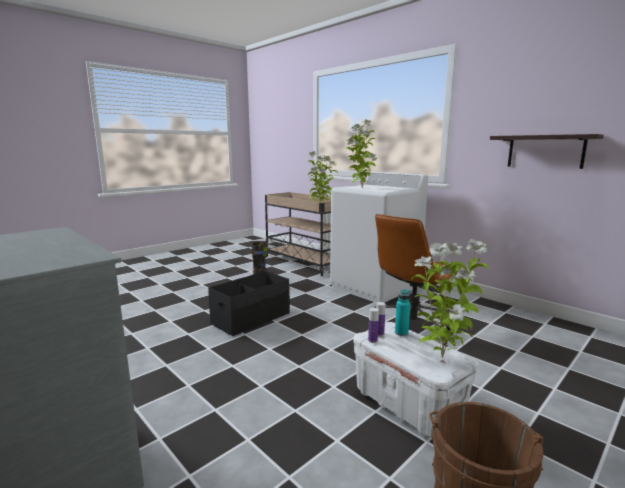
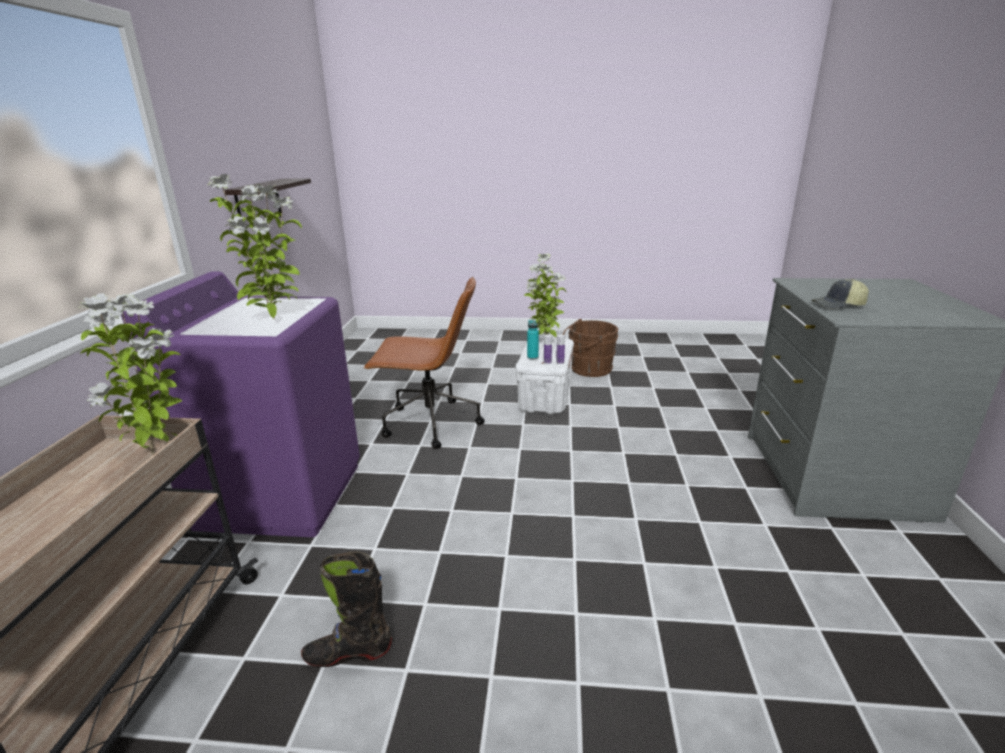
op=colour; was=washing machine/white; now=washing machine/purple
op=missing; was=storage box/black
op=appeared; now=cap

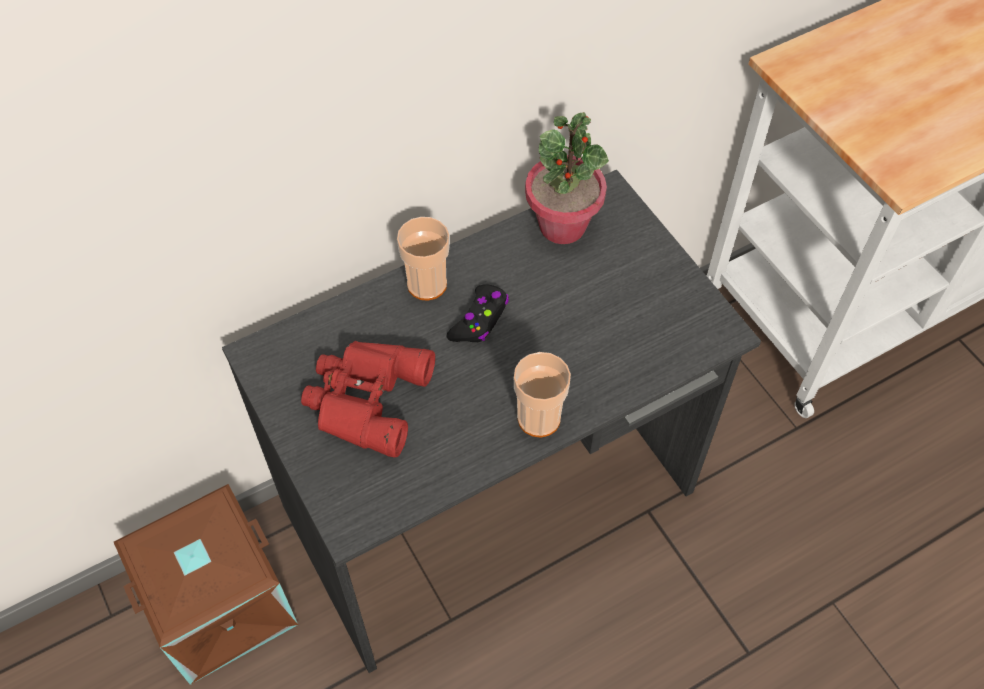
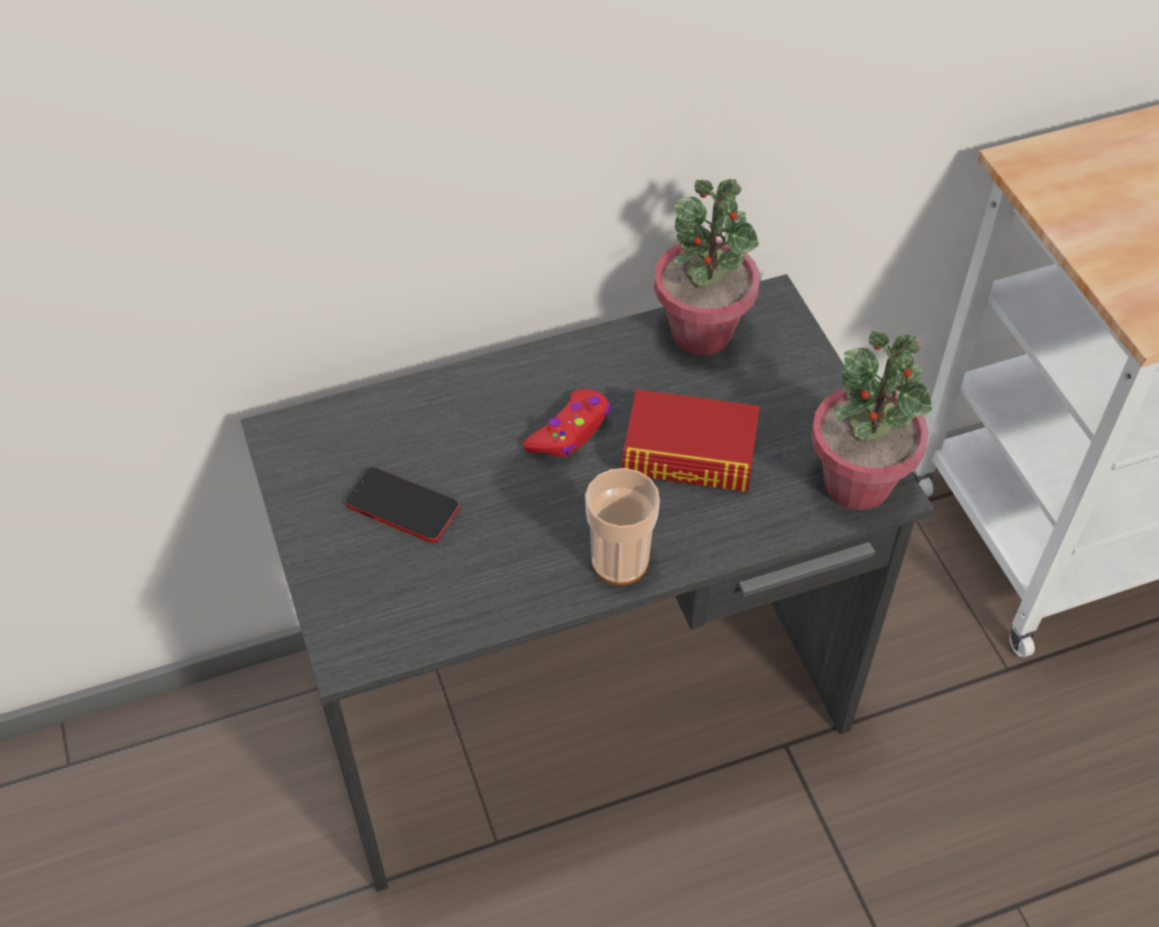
op=missing; was=cup (no. 1 from left)
op=colour; was=game controller/black; now=game controller/red
op=exchanged; was=binoculars/red; now=phone
op=missing; was=storage box/brown
op=appeared; now=potted plant (no. 2 from left)
op=appeared; now=book

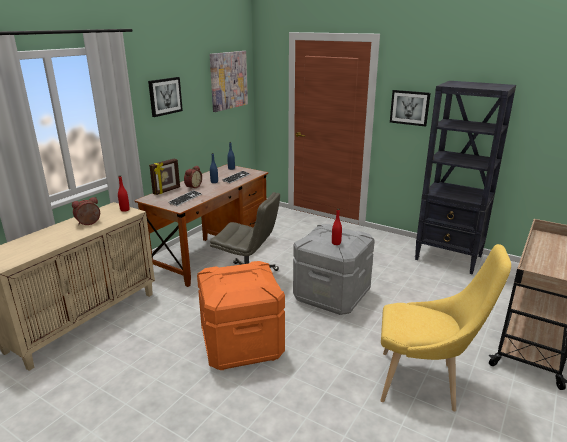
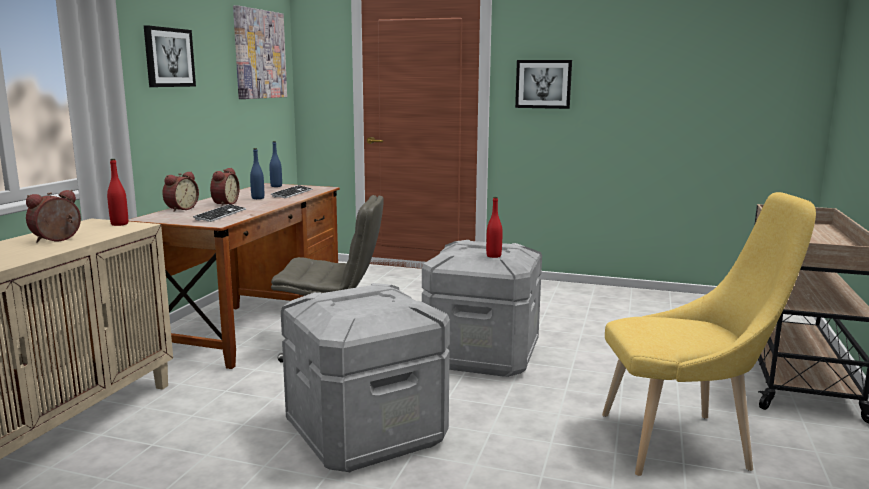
op=missing; was=bookcase/black
op=exchanged; was=picture frame; now=alarm clock (no. 2 from left)
op=colour; was=storage box/orange; now=storage box/grey (no. 1 from left)

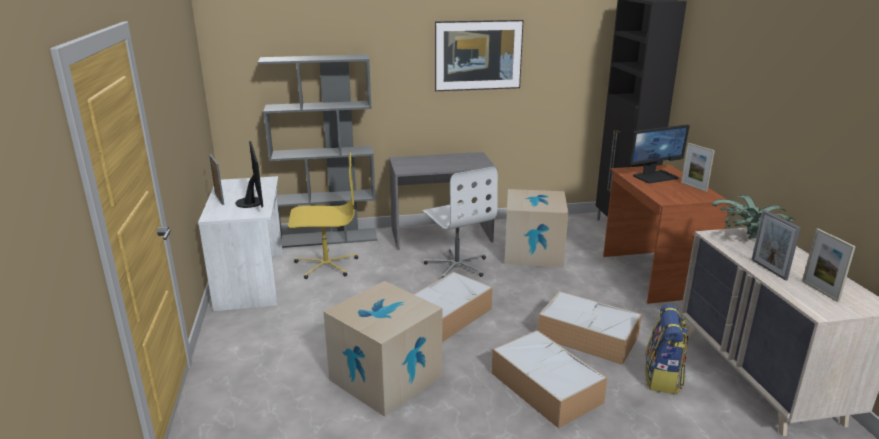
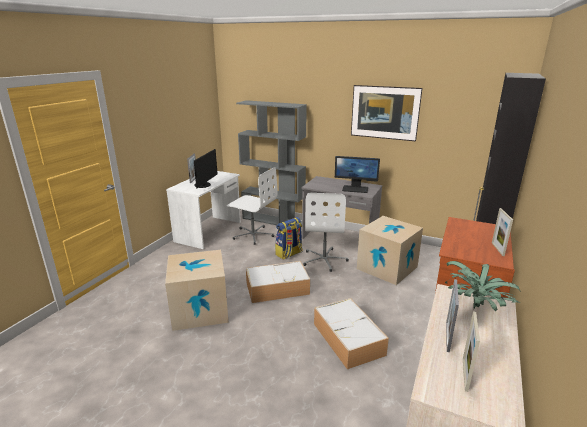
op=relocated; was=monitor (no. 2 from left)
op=colour; was=office chair/yellow; now=office chair/white (no. 1 from left)
op=relocated; was=backpack
op=missing; was=storage box (no. 2 from left)

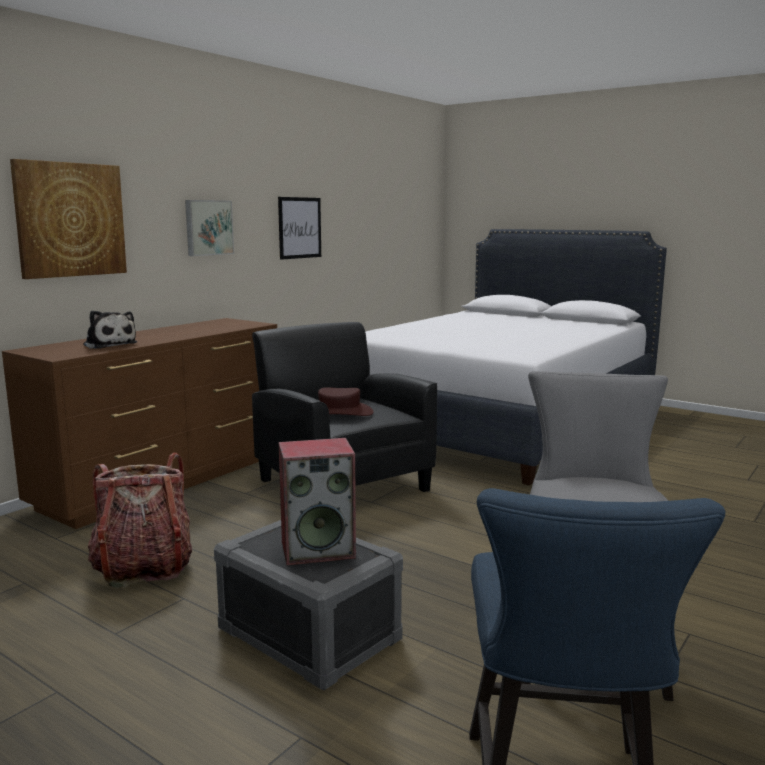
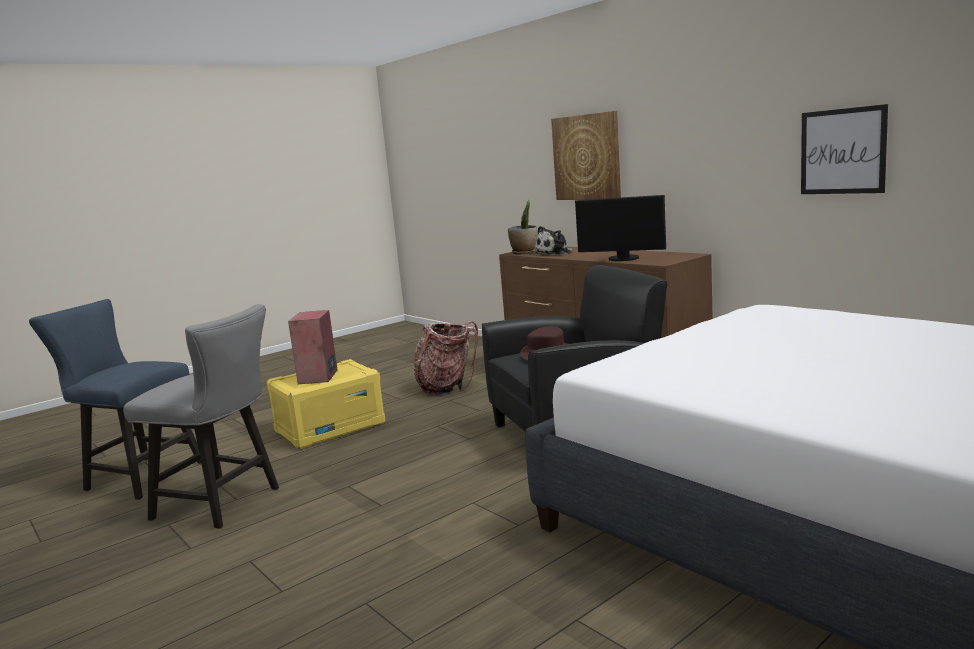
op=missing; was=picture (no. 2 from left)
op=colour; was=storage box/grey; now=storage box/yellow
op=appeared; now=monitor
op=appeared; now=potted plant

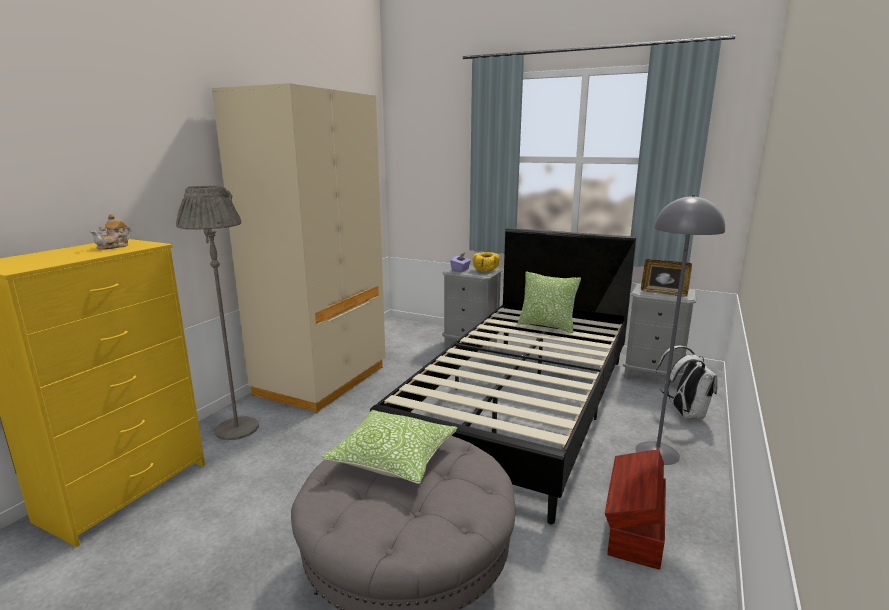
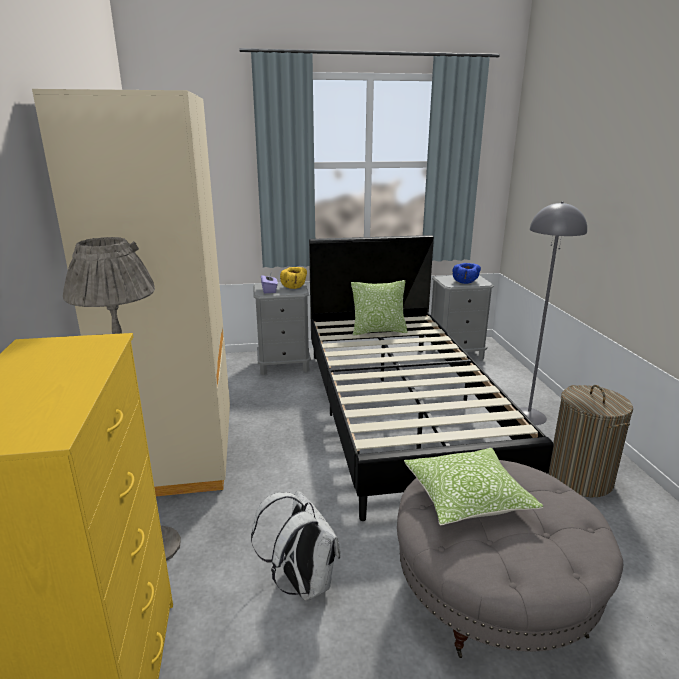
op=missing; was=teapot
op=exchanged; was=picture frame; now=bowl/blue
op=relocated; was=backpack/white
op=exchanged; was=storage box/brown; now=laundry basket

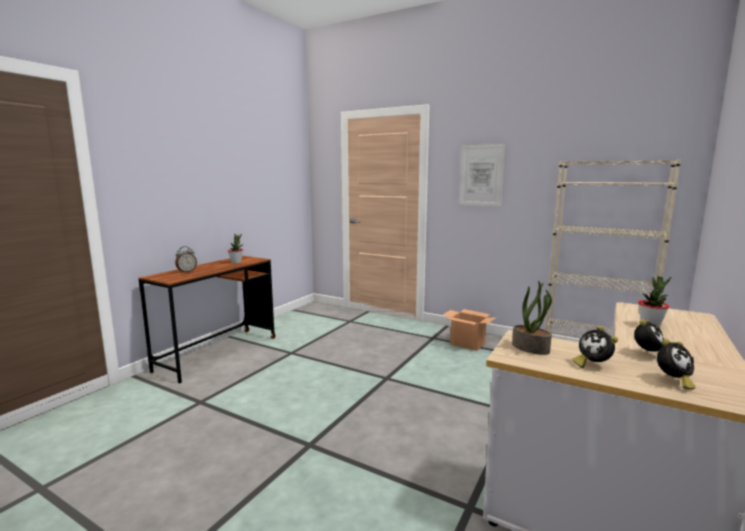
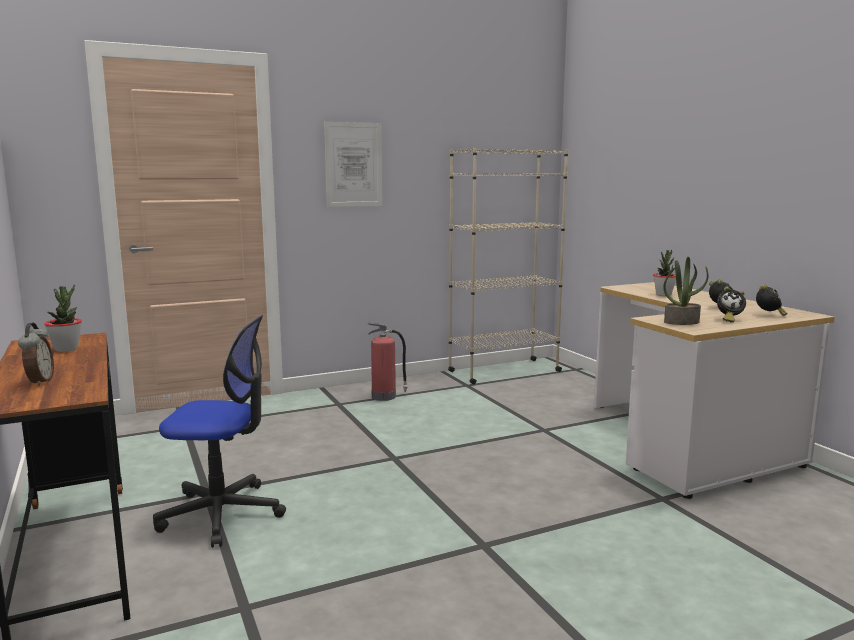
op=exchanged; was=cardboard box; now=fire extinguisher
op=appeared; now=office chair

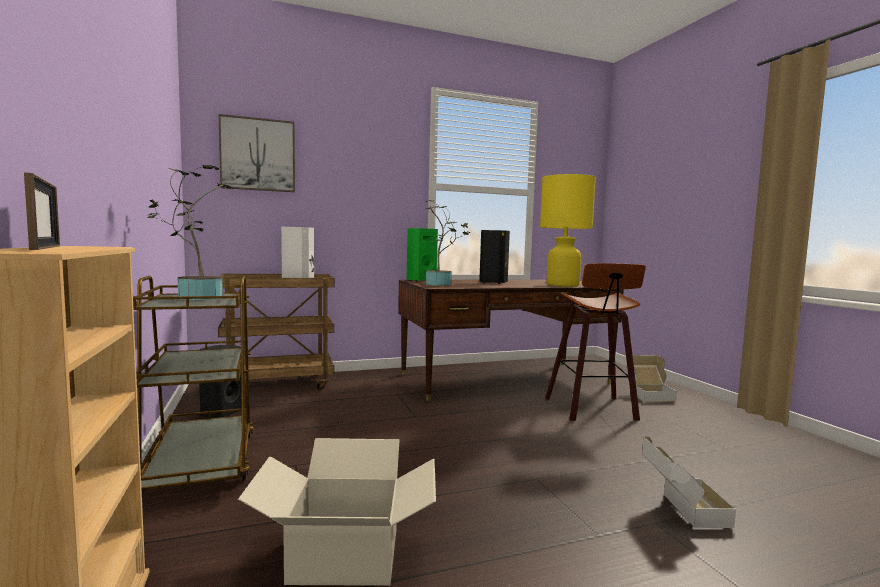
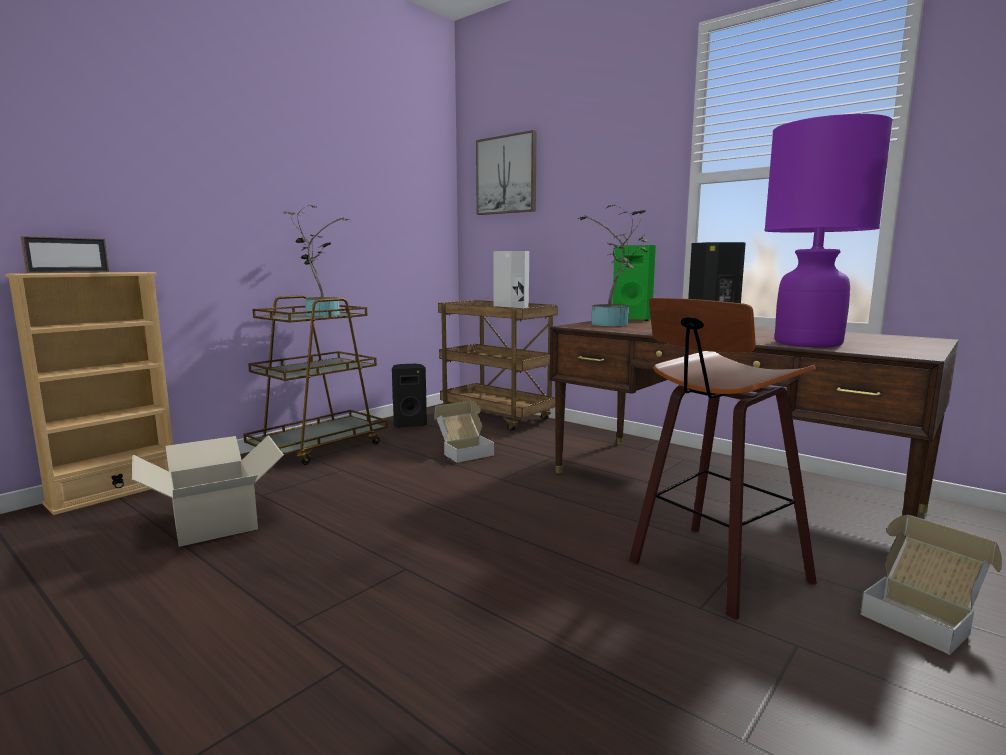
op=colour; was=table lamp/yellow; now=table lamp/purple
op=relocated; was=cardboard box (no. 3 from left in the first image); now=cardboard box (no. 2 from left)

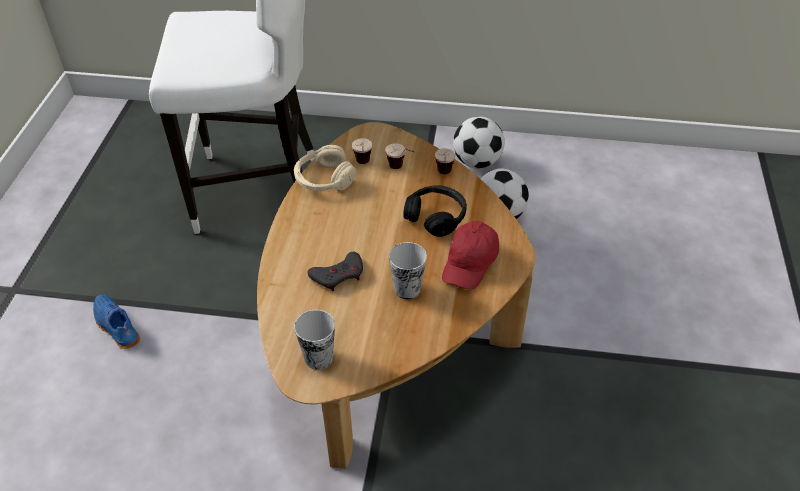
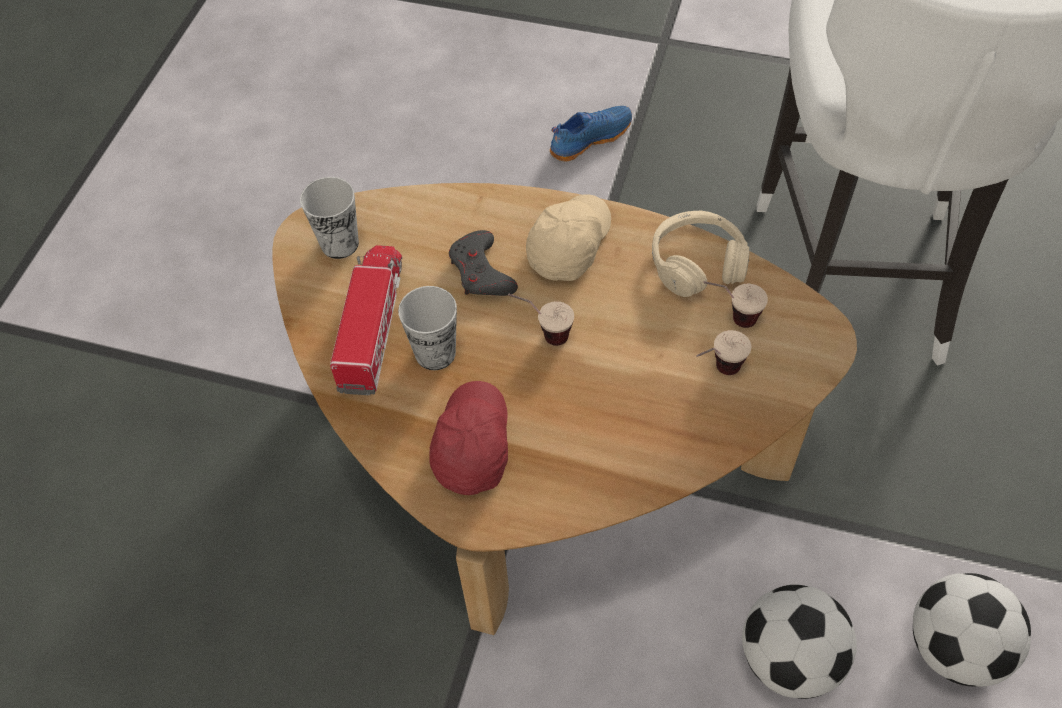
op=relocated; was=cup (no. 5 from left in the first image); now=cup (no. 3 from left)
op=missing; was=headphones/black
op=spun; was=cap/red; clockwise=60
op=appeared; now=cap/beige
op=appeared; now=toy truck

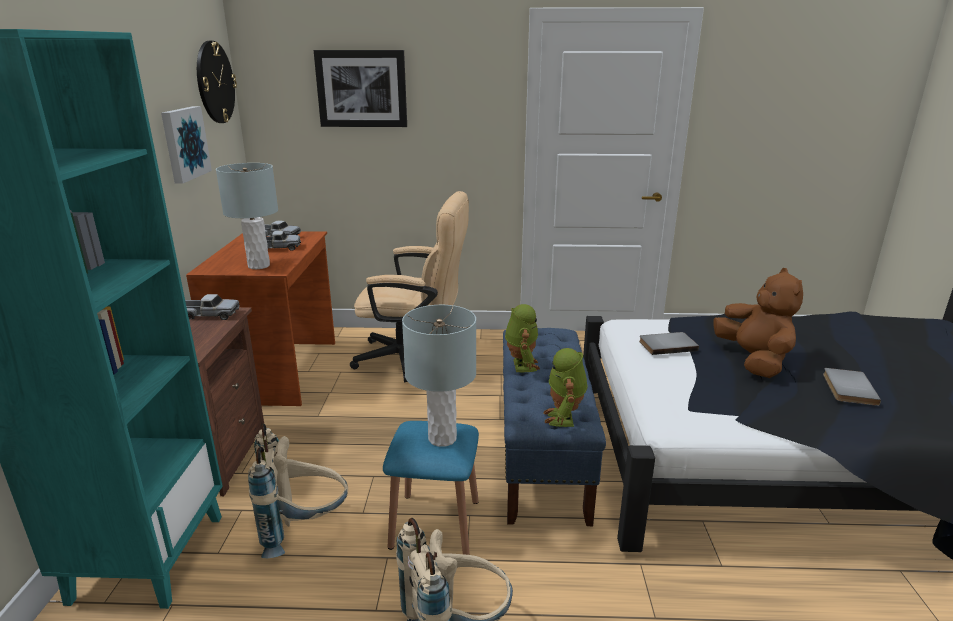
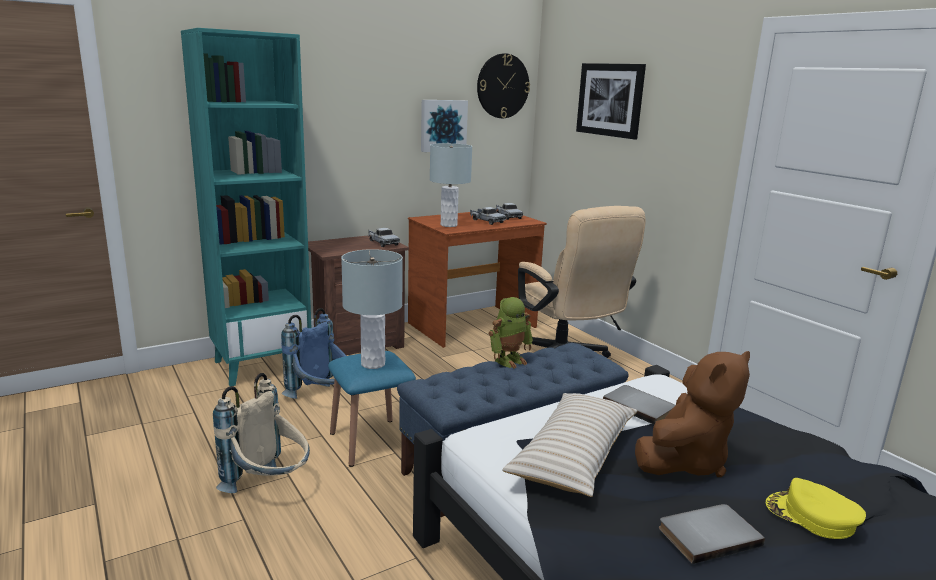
op=missing; was=toy robot (no. 2 from left)
op=colour; was=backpack/beige (no. 1 from left); now=backpack/blue
op=appeared; now=pillow/beige
op=appeared; now=cap/yellow

